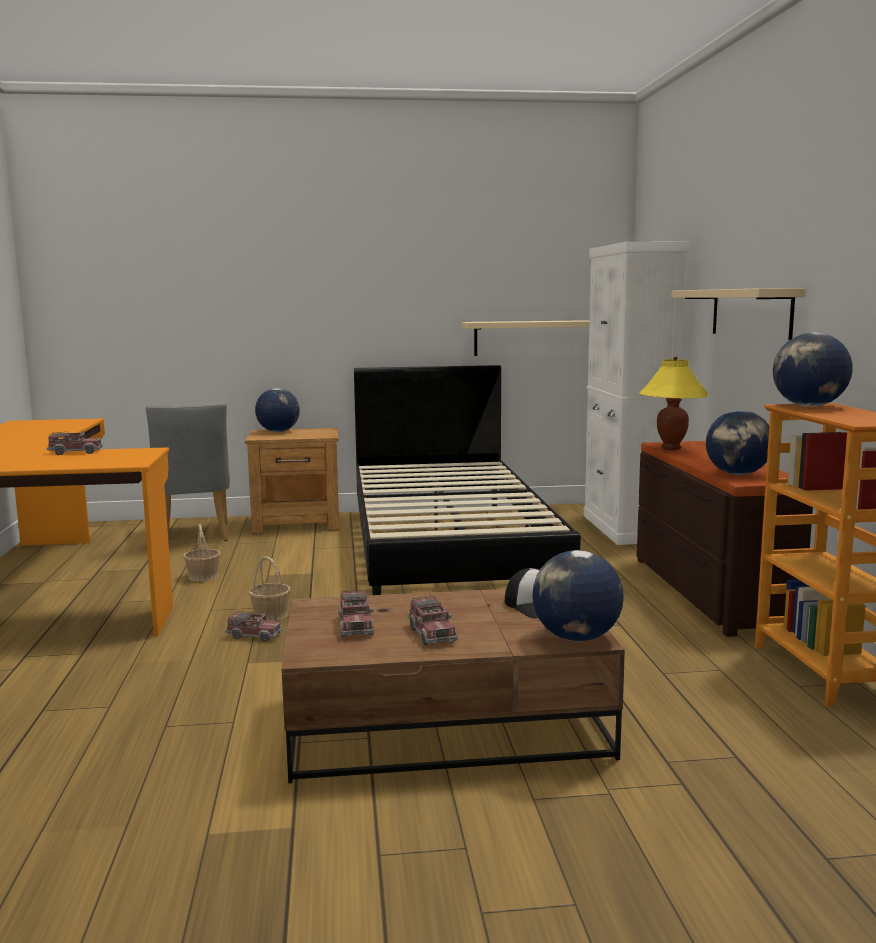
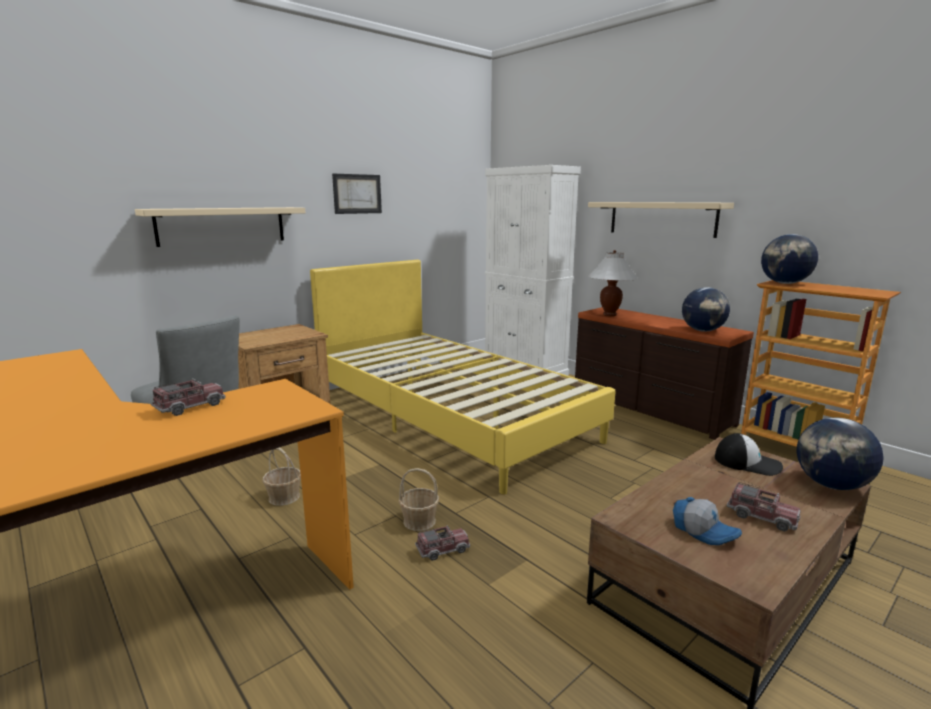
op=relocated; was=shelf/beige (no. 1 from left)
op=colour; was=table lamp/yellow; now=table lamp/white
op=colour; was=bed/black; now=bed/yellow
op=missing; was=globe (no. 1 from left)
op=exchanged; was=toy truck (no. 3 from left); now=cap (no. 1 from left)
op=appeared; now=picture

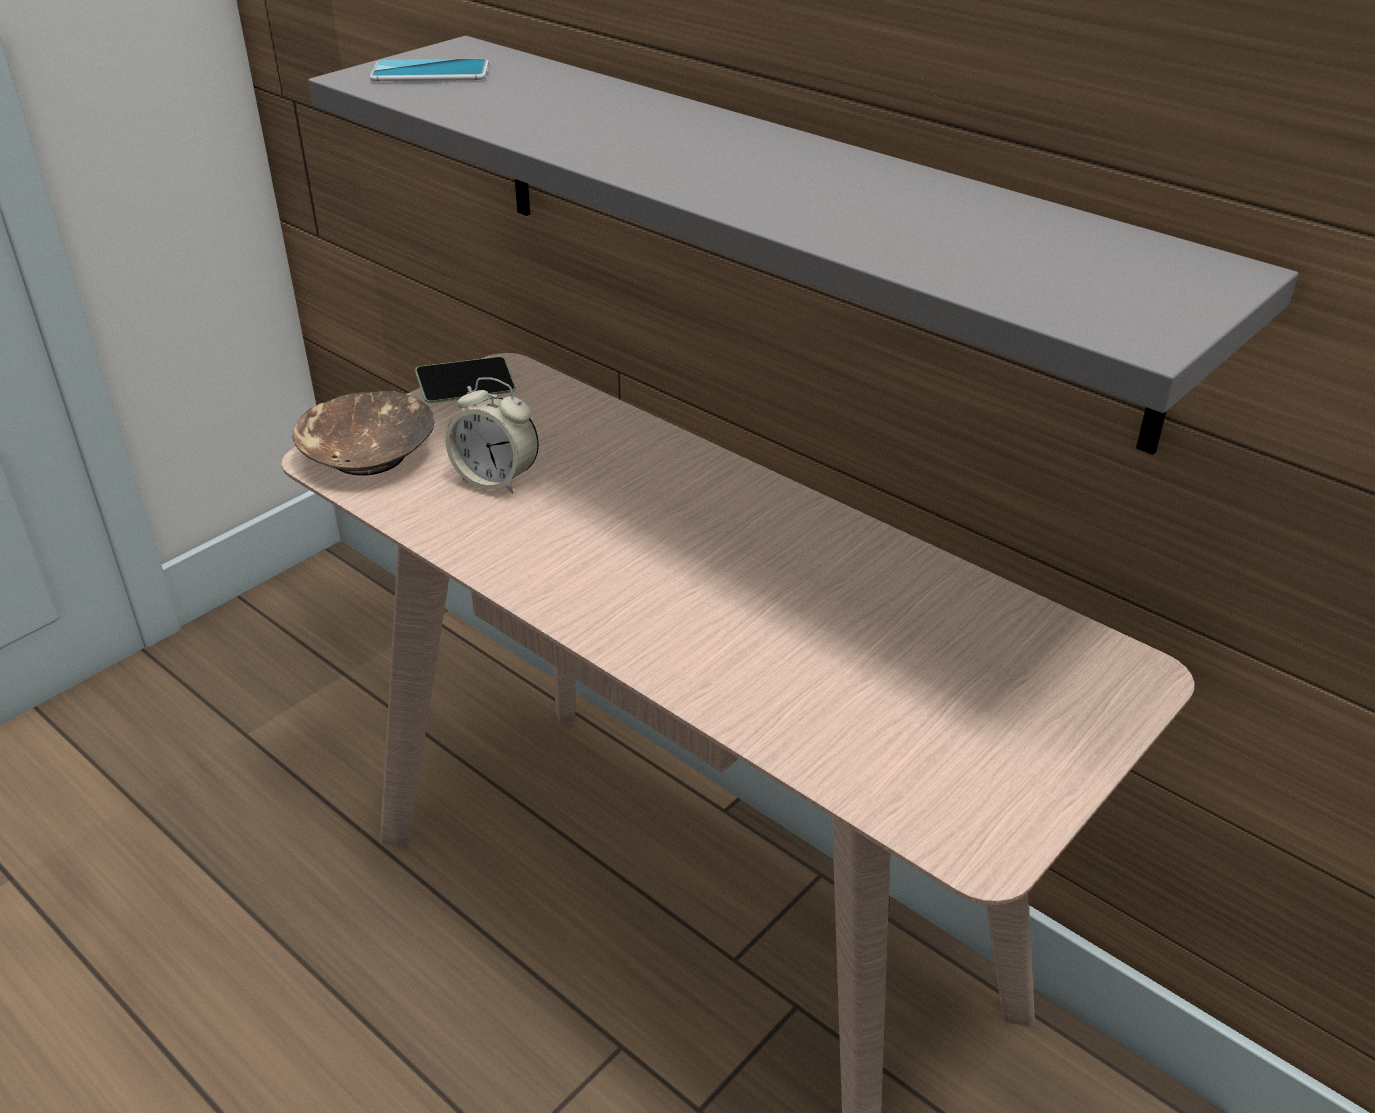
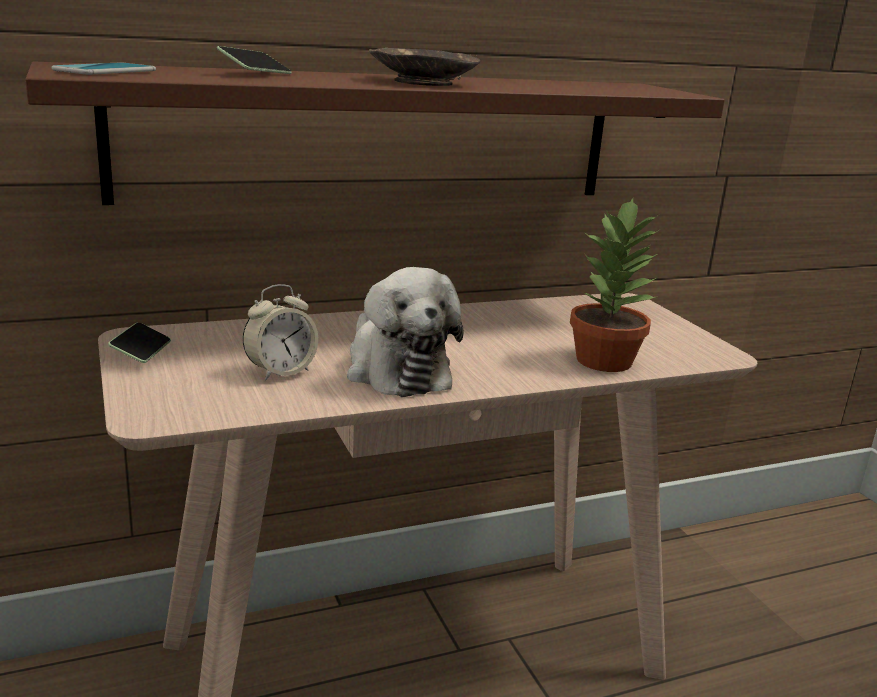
op=colour; was=shelf/grey; now=shelf/brown
op=relocated; was=bowl/brown
op=appeared; now=phone (no. 3 from left)
op=appeared; now=potted plant
op=appeared; now=plush toy

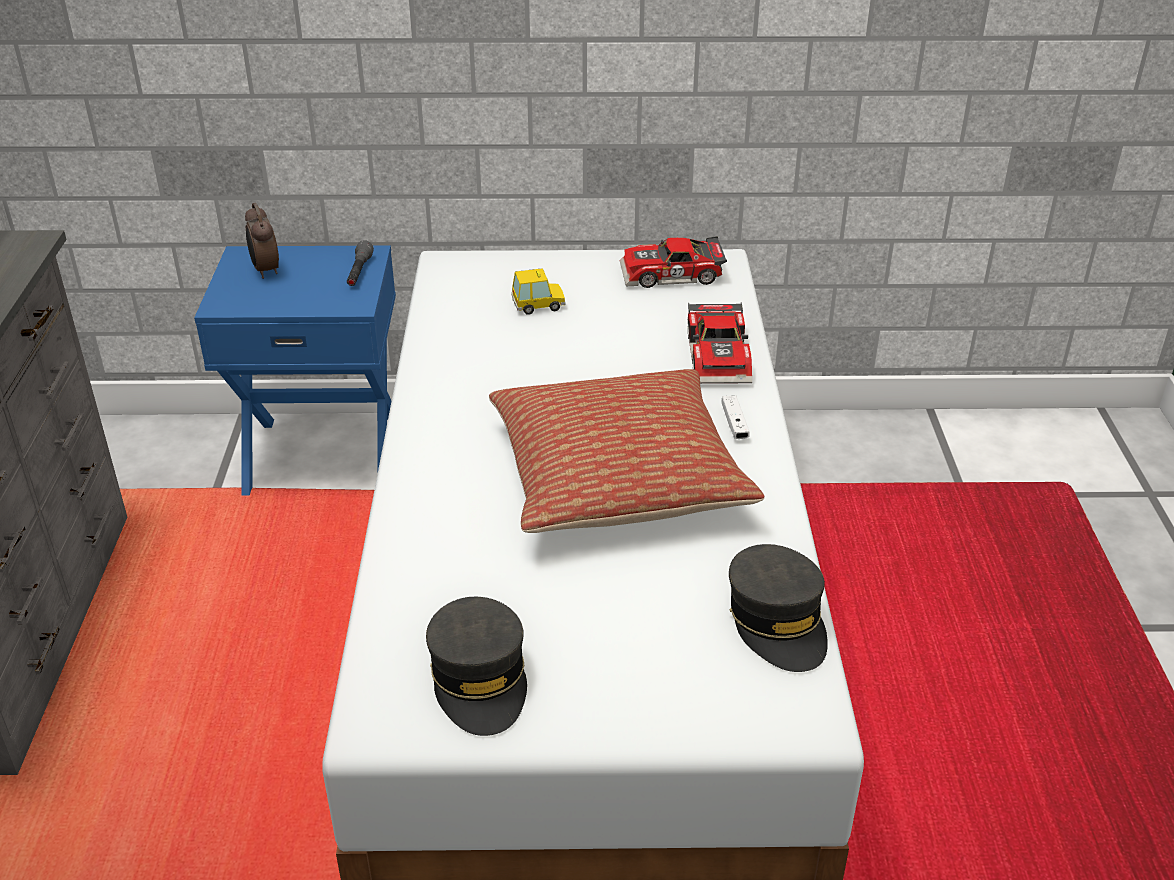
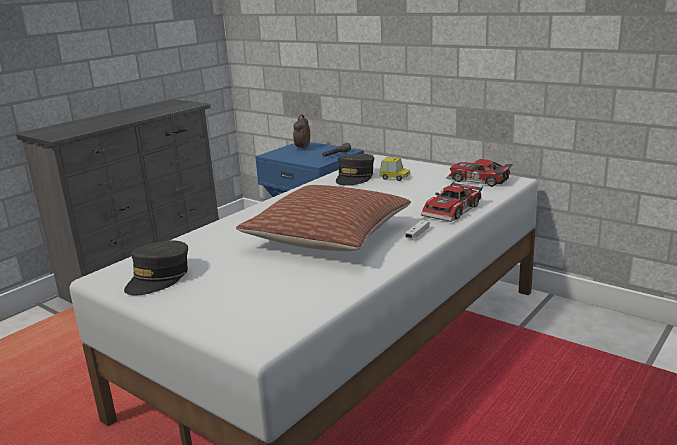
op=relocated; was=cap/grey (no. 2 from left)

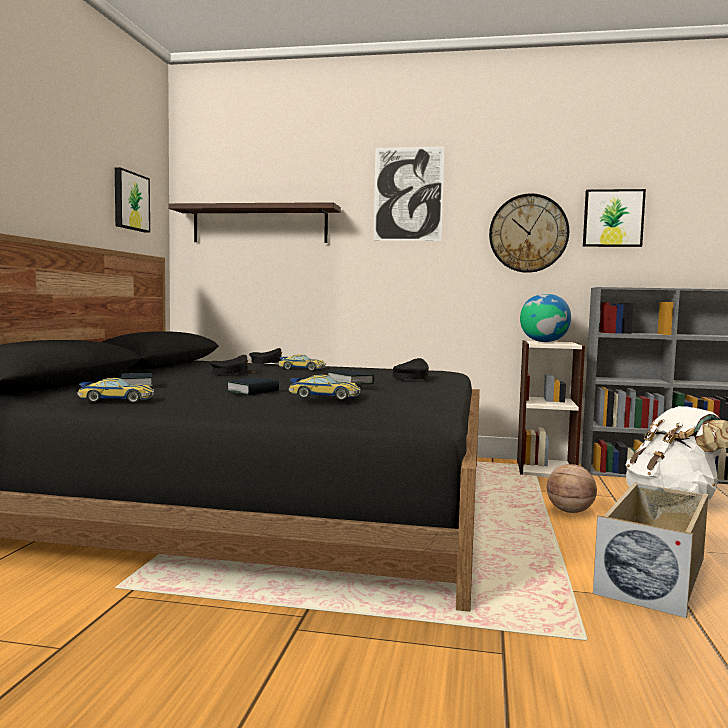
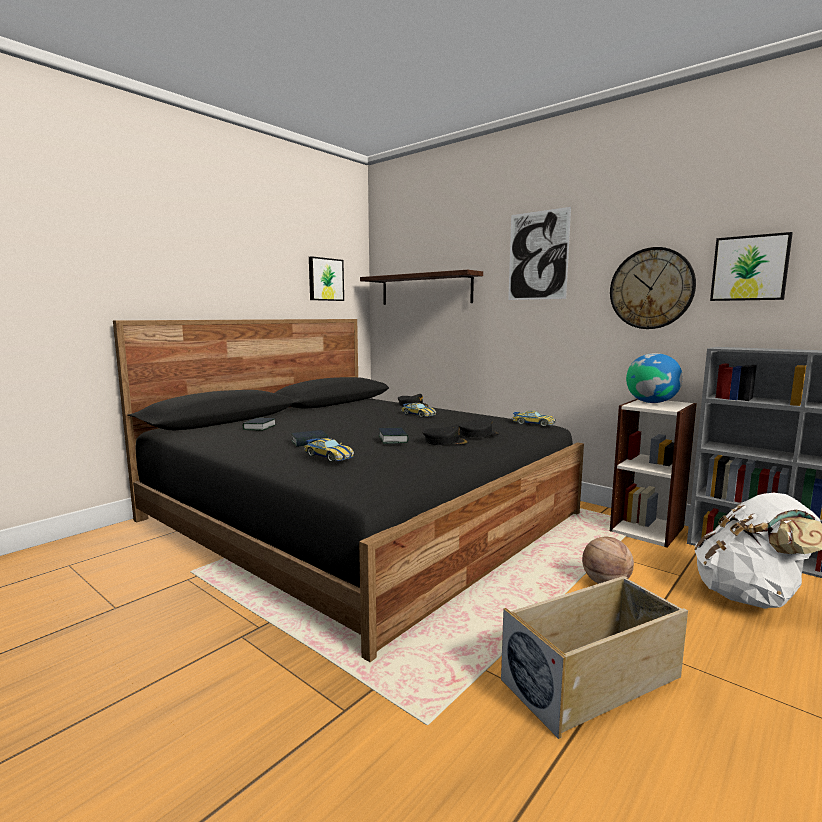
op=relocated; was=cap/black (no. 1 from left in the first image); now=cap/black (no. 2 from left)
op=relocated; was=toy car (no. 1 from left in the first image); now=toy car (no. 3 from left)

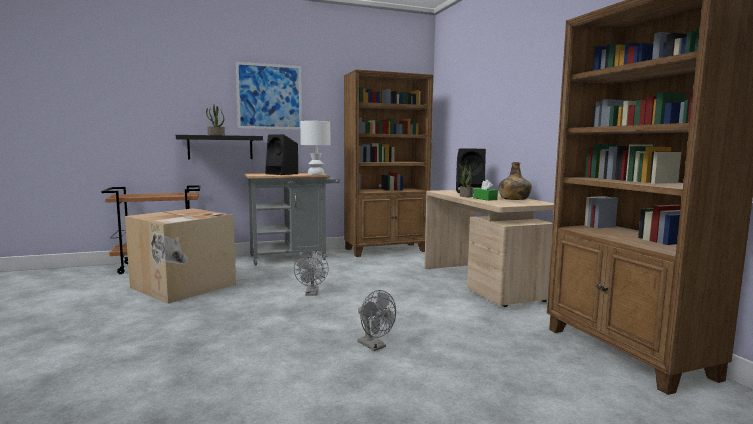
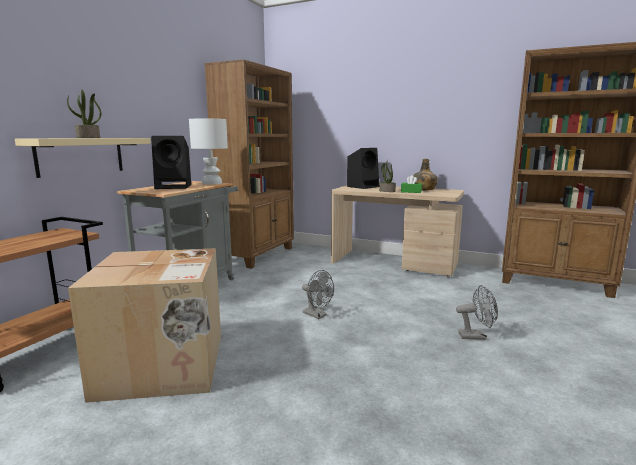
op=missing; was=picture
op=colour; was=shelf/black; now=shelf/beige

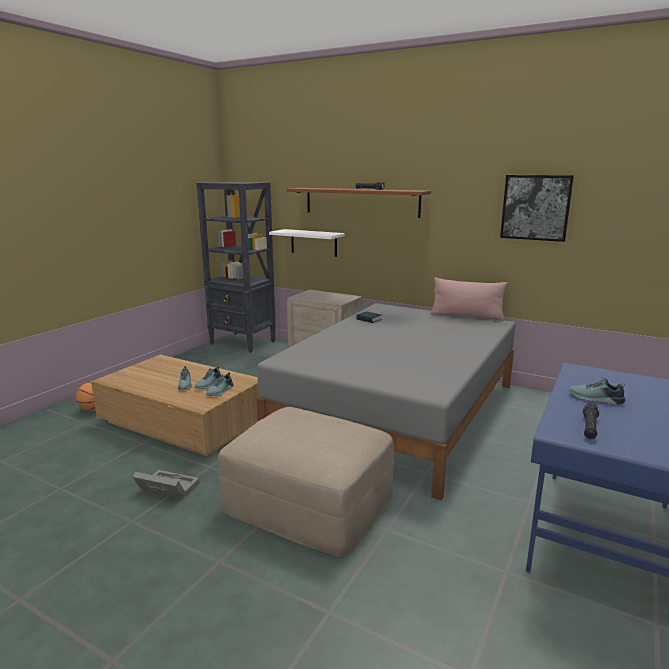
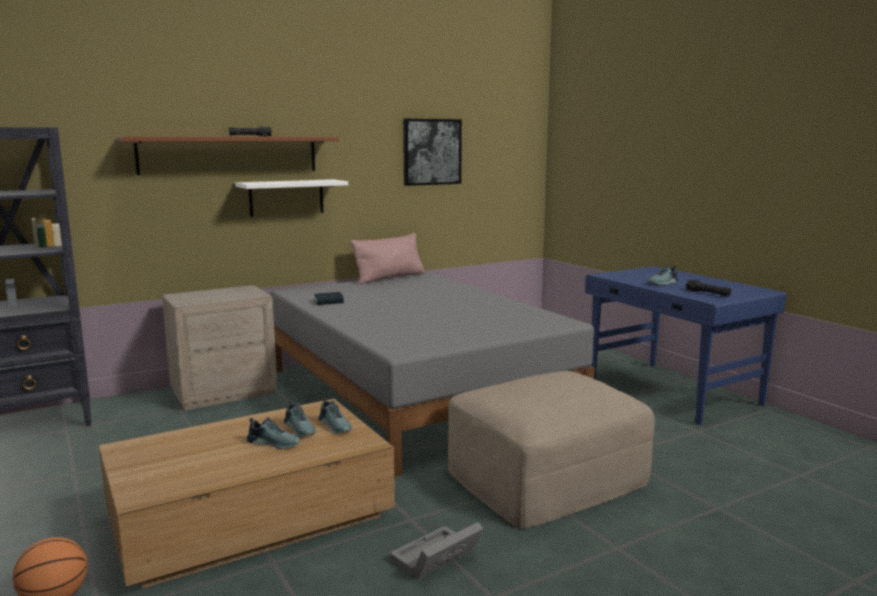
op=relocated; was=shelf/white

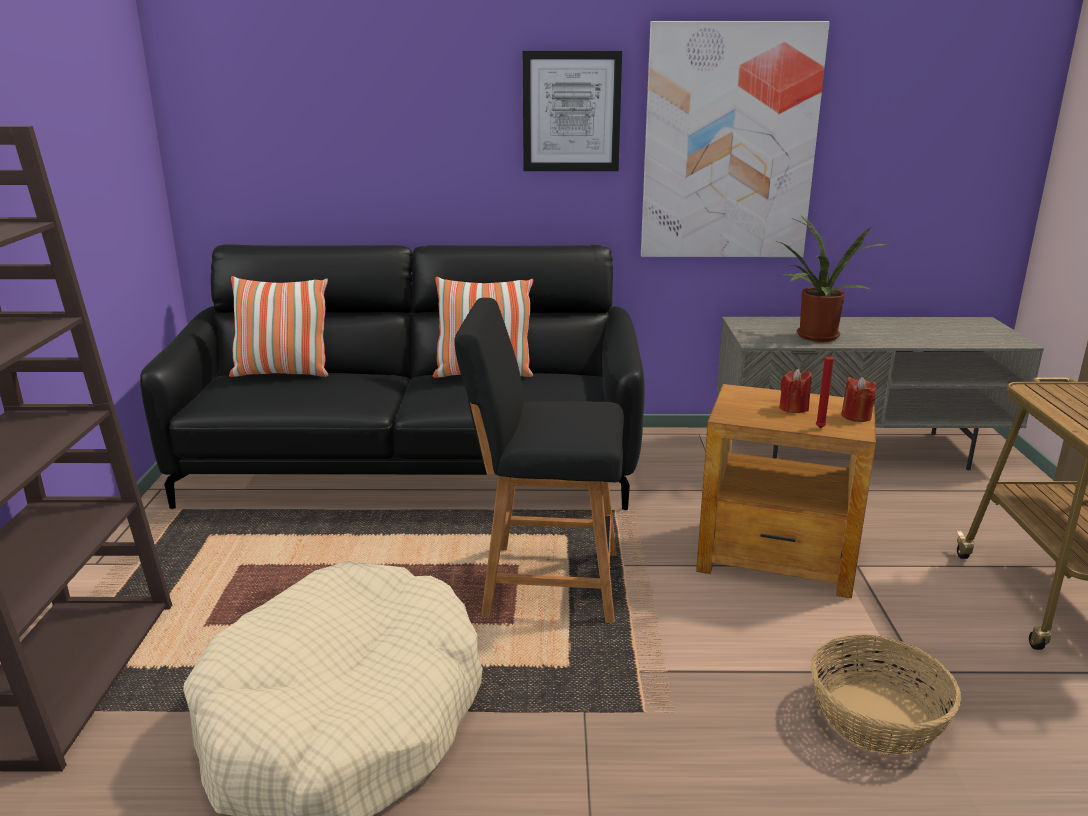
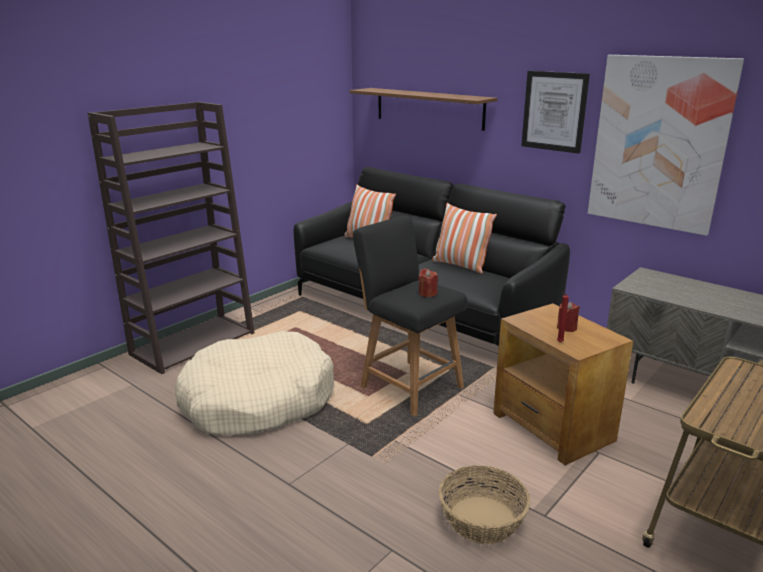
op=missing; was=potted plant
op=relocated; was=candle/red (no. 3 from left in the first image); now=candle/red (no. 1 from left)
op=appeared; now=shelf/brown

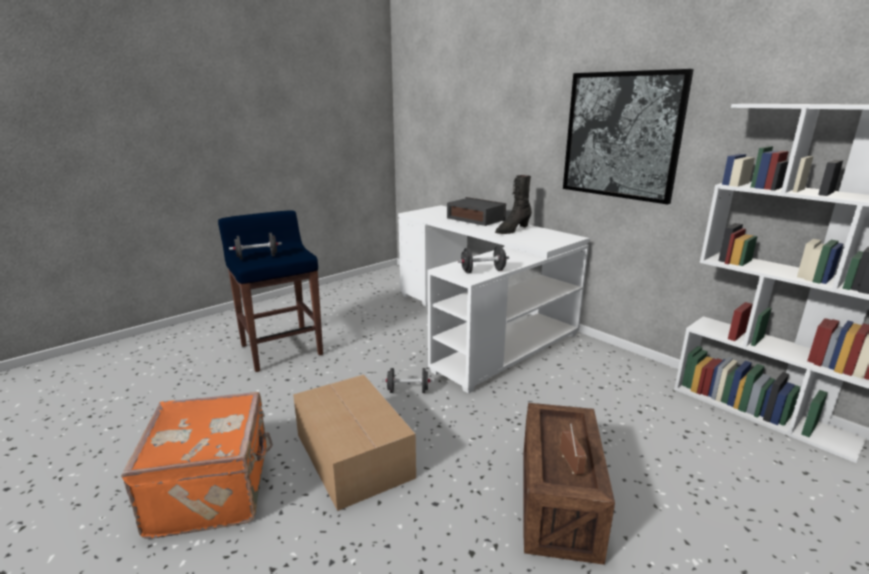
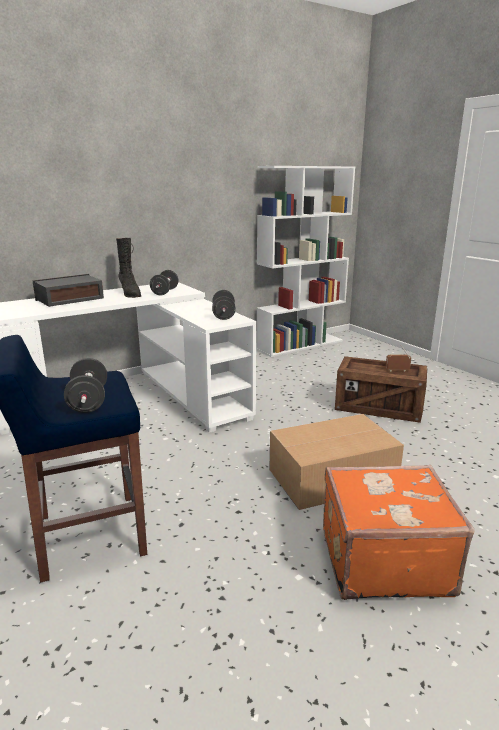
op=missing; was=picture
op=relocated; was=dumbbell/black (no. 2 from left)

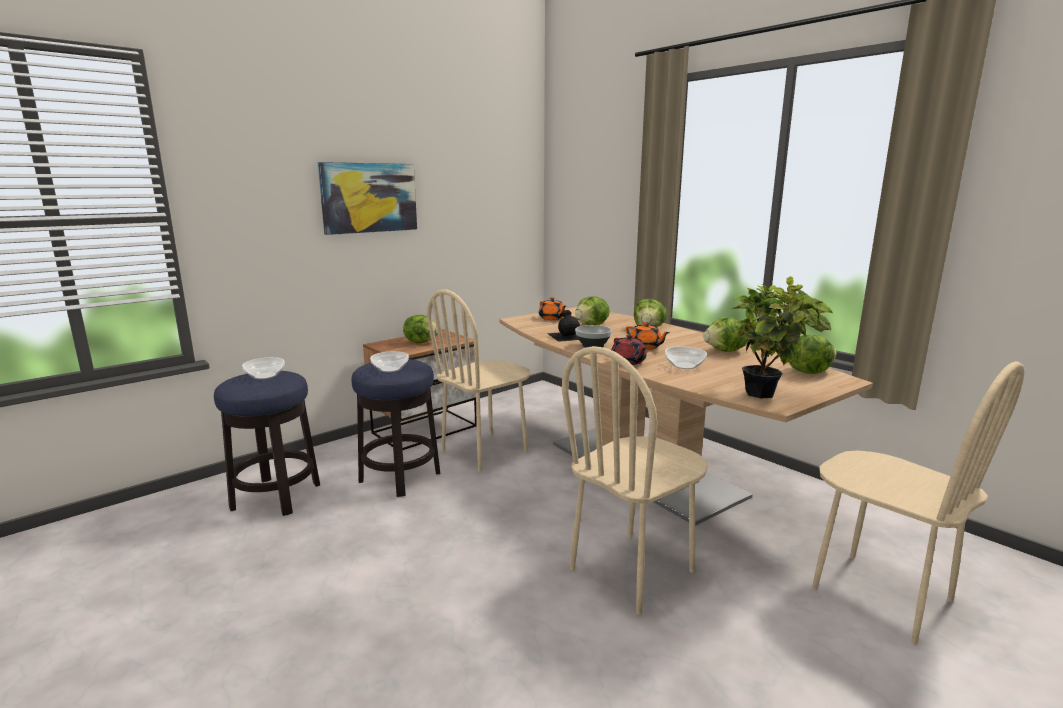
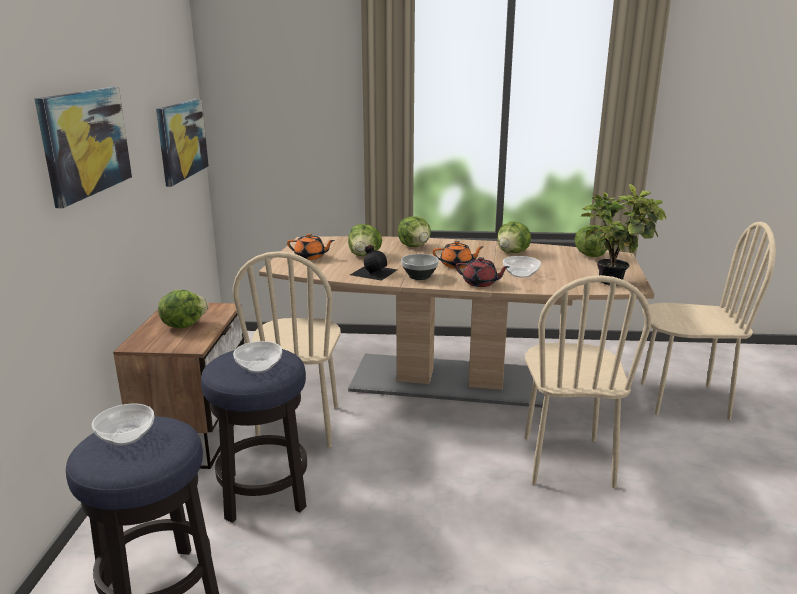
op=appeared; now=picture (no. 2 from left)

